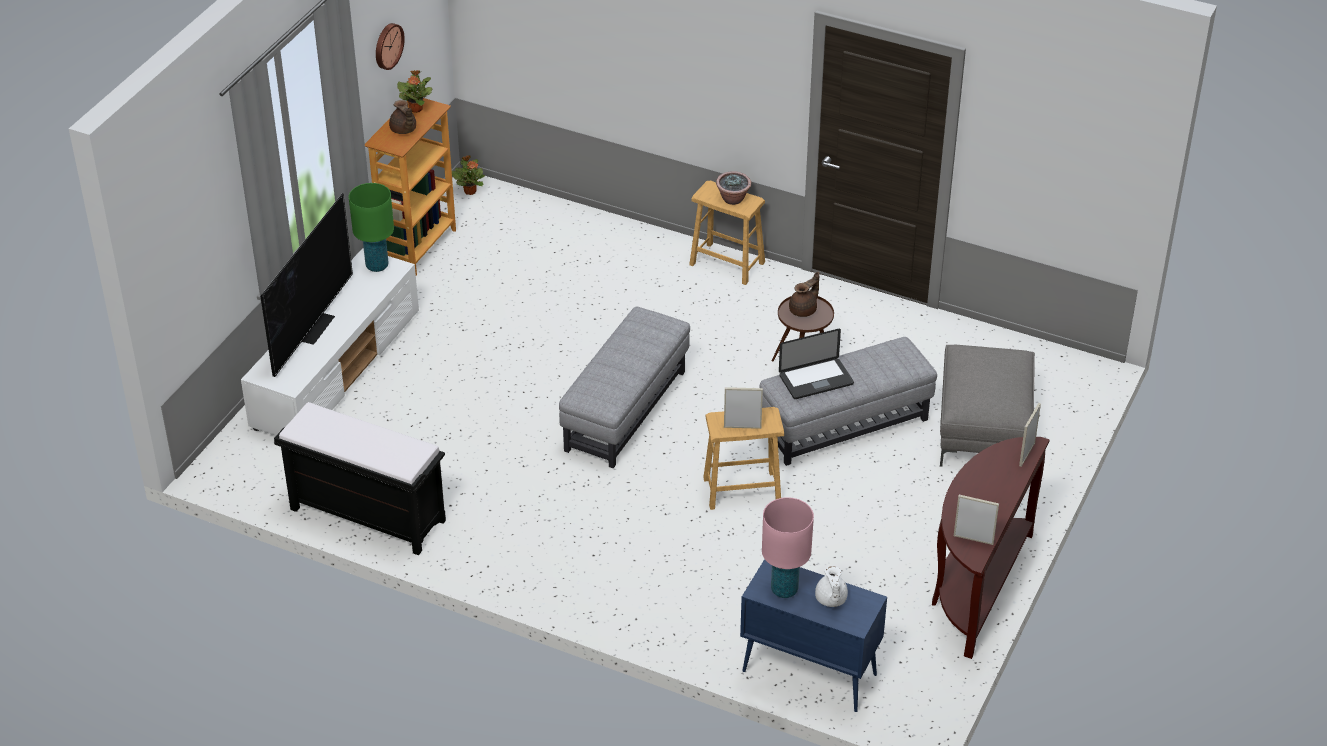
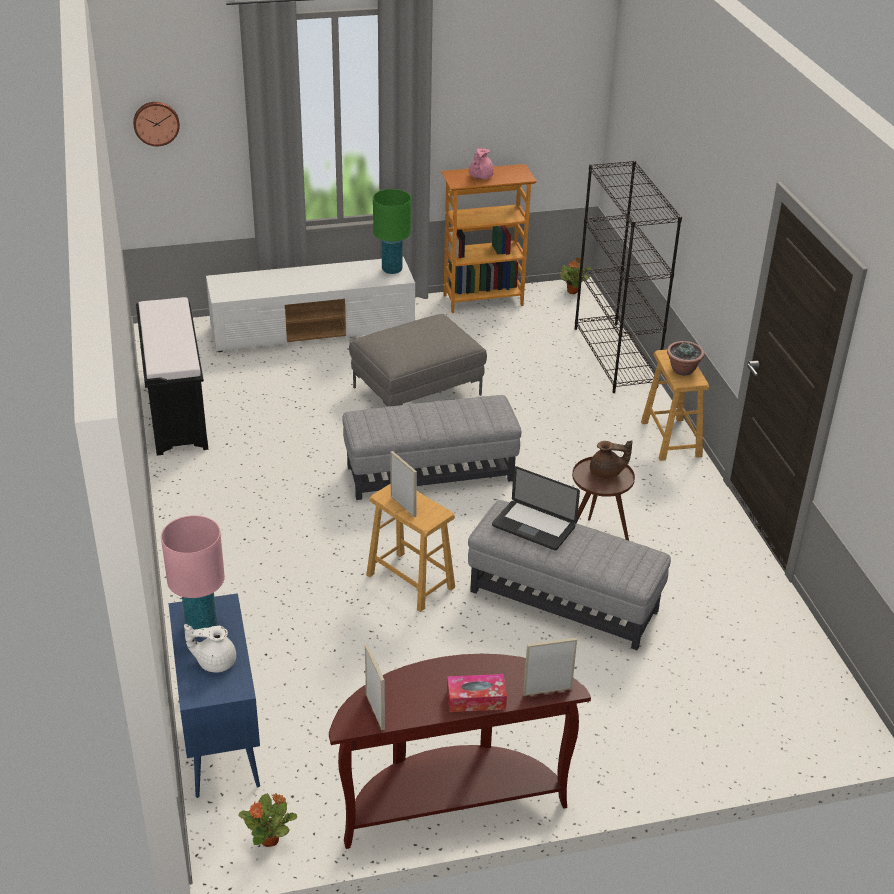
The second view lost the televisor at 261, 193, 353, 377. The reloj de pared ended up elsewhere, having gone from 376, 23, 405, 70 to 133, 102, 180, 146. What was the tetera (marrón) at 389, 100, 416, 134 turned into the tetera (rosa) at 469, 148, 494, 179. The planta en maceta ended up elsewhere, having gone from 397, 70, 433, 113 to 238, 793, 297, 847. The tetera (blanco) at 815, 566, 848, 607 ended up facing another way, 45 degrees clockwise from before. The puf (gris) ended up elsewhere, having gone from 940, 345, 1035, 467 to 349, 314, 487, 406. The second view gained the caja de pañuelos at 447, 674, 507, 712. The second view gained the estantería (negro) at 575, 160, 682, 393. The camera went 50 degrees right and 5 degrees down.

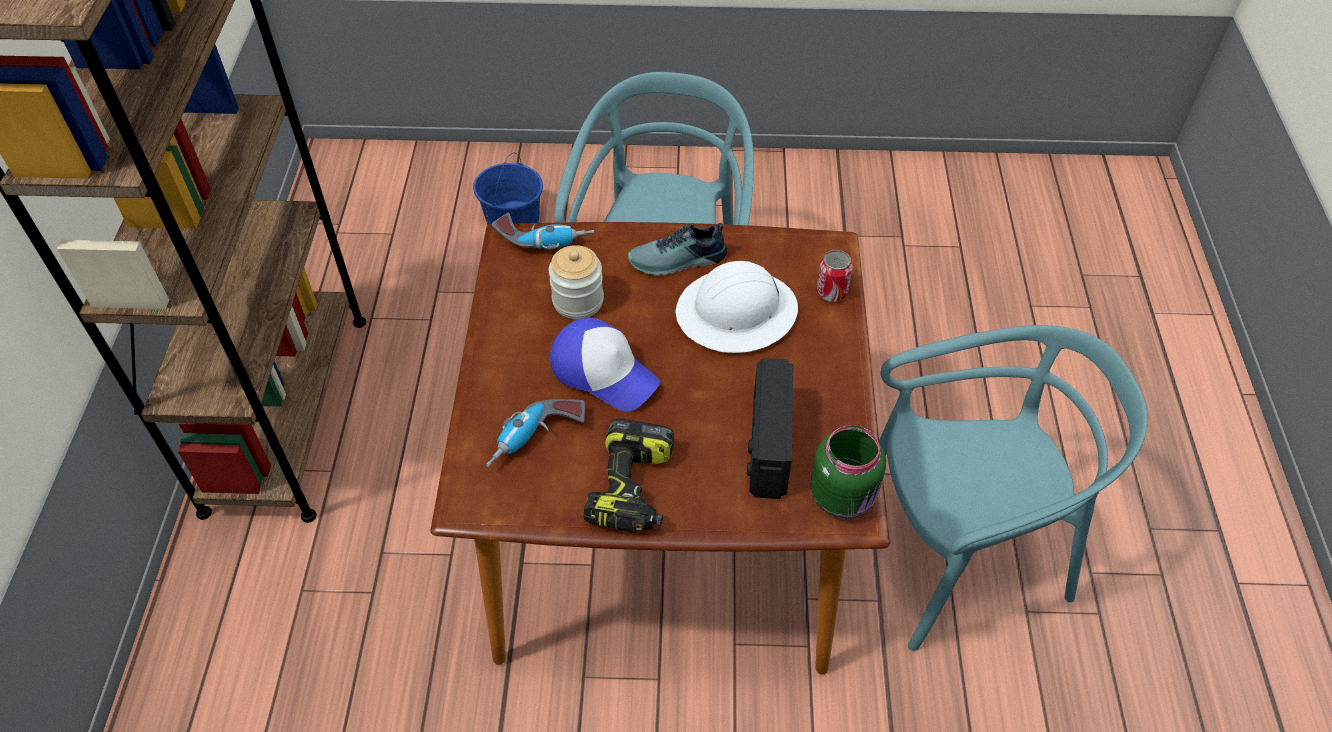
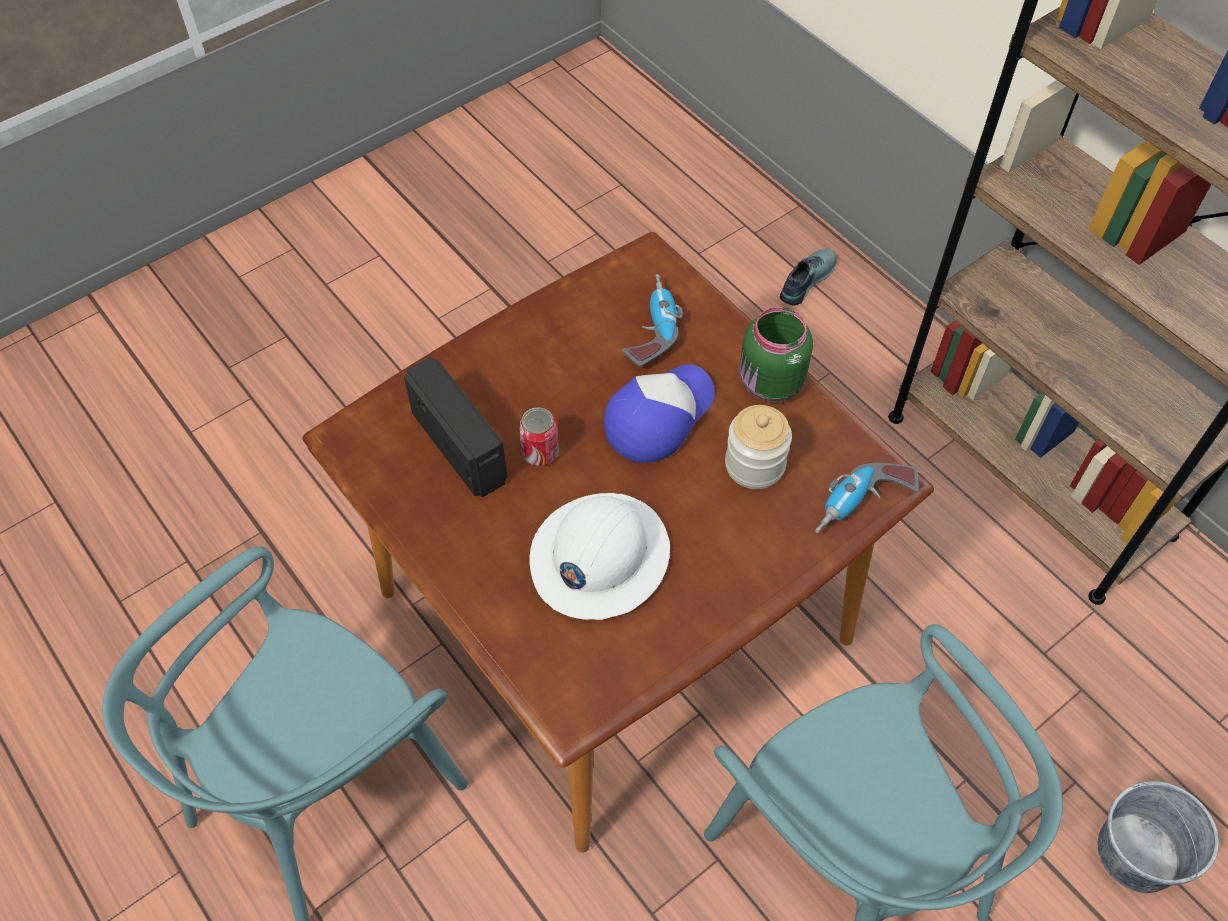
What was the cubo (azul) at 473, 153, 543, 225 turned into the cubo (gris) at 1097, 781, 1219, 893. The gorra at 550, 318, 660, 411 ended up facing another way, 135 degrees clockwise from before. The second view lost the taladro at 583, 418, 674, 533. The zapato ended up elsewhere, having gone from 628, 223, 727, 276 to 780, 249, 837, 306. The tarro (verde) ended up elsewhere, having gone from 810, 425, 886, 519 to 740, 307, 813, 402. The lata ended up elsewhere, having gone from 816, 250, 853, 302 to 519, 407, 559, 466. The camera went 140 degrees right and 5 degrees up.

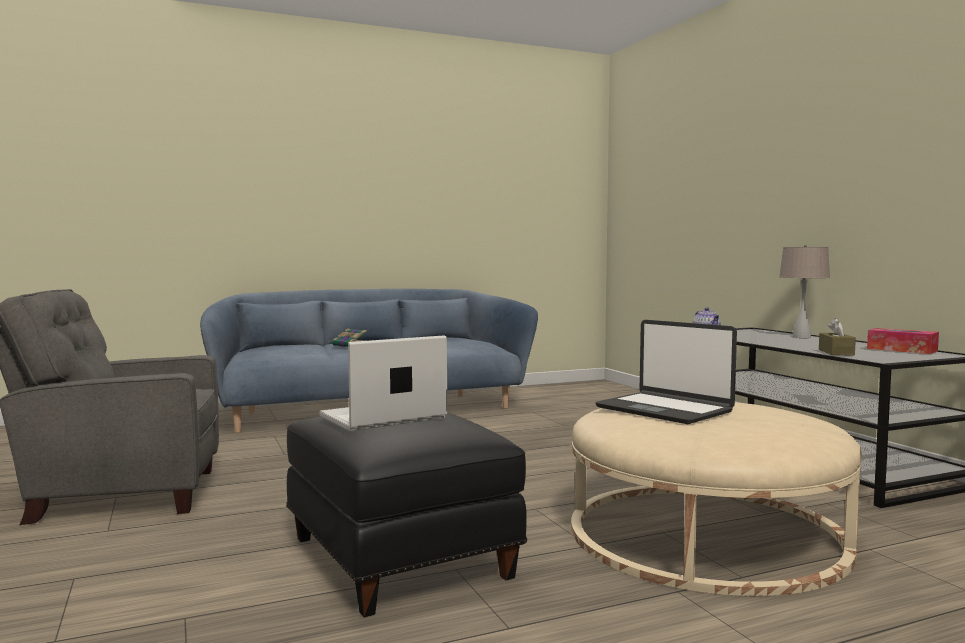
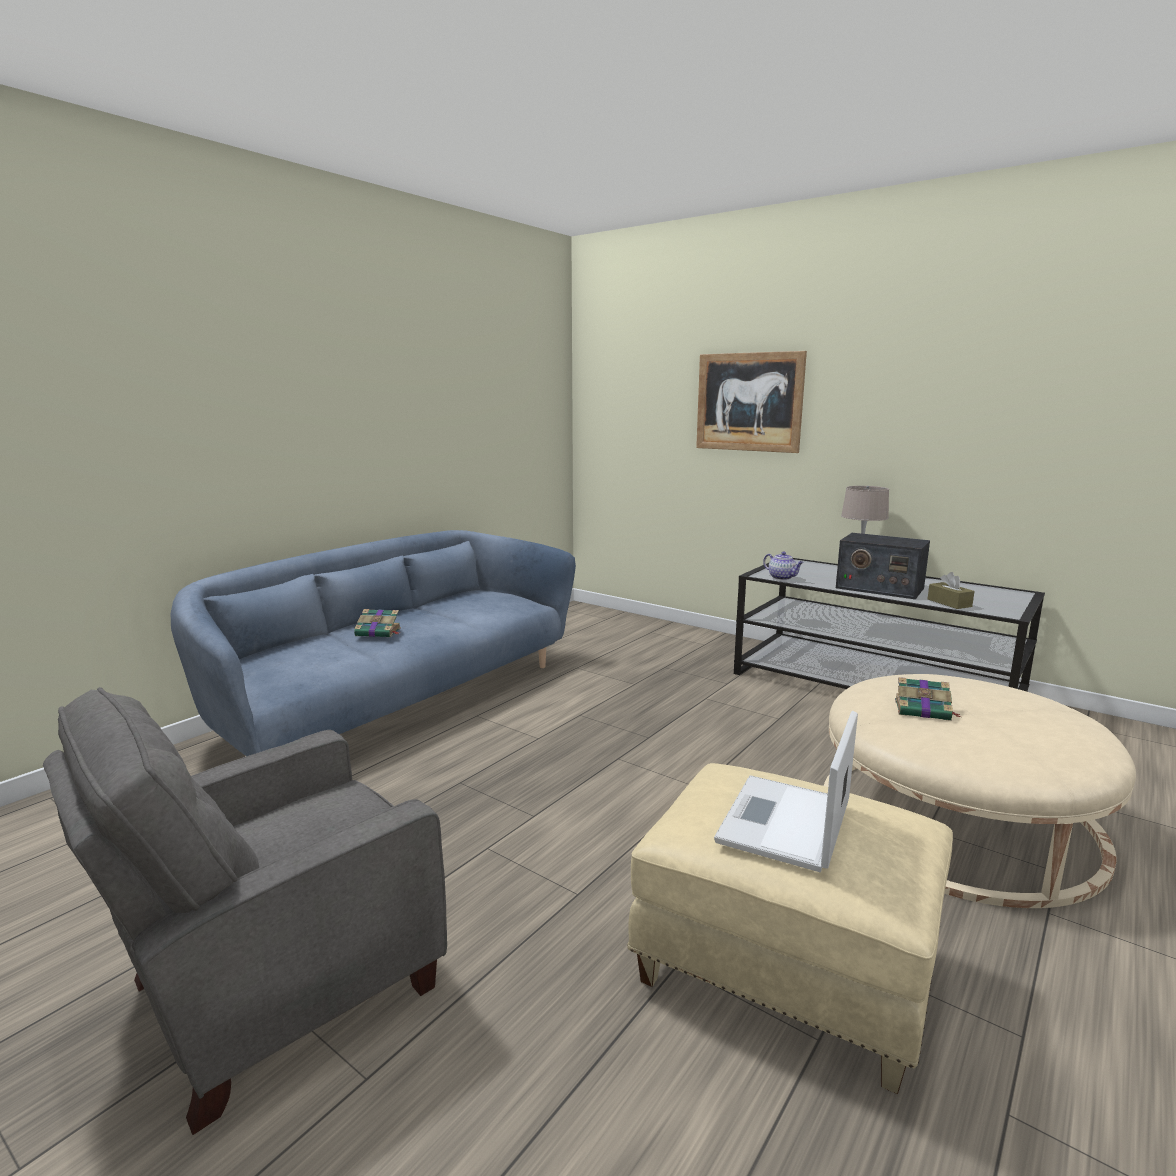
What was the puf (negro) at 286, 412, 527, 617 turned into the puf (beis) at 627, 763, 953, 1094. Where the portátil stood at 595, 320, 737, 424, the libro came to stand at 895, 677, 961, 721. The second view lost the caja de pañuelos at 867, 328, 939, 354. The second view gained the cuadro at 696, 351, 807, 453. The second view gained the radio at 836, 533, 930, 599. The camera went 30 degrees left and 10 degrees up.

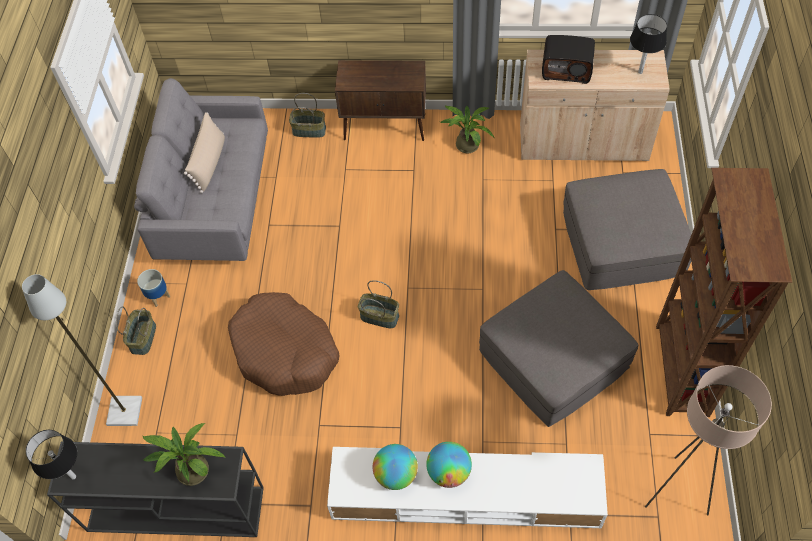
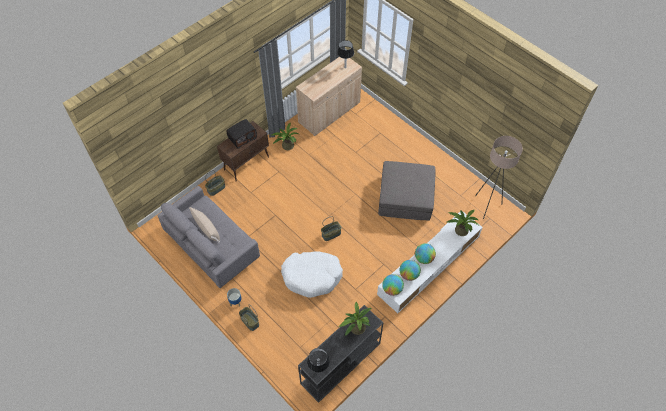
The second view lost the lámpara de pie (gris) at 22, 274, 142, 426. What was the cama para perro (marrón) at 228, 292, 340, 396 turned into the cama para perro (blanco) at 281, 251, 343, 298. The radio ended up elsewhere, having gone from 542, 35, 595, 84 to 227, 119, 257, 148. The second view lost the puf (gris) at 563, 169, 691, 290. The second view lost the estantería (marrón) at 656, 168, 792, 417. The second view gained the globo terráqueo at 382, 274, 404, 296. The second view gained the planta en maceta at 447, 210, 479, 236. The camera went 50 degrees left and 0 degrees up.

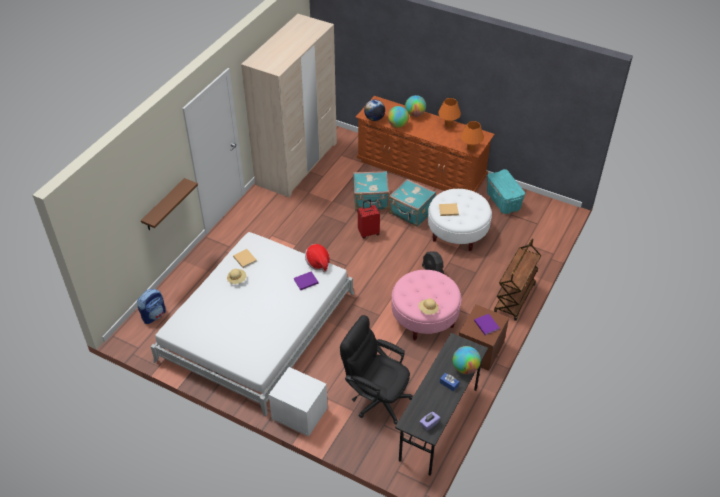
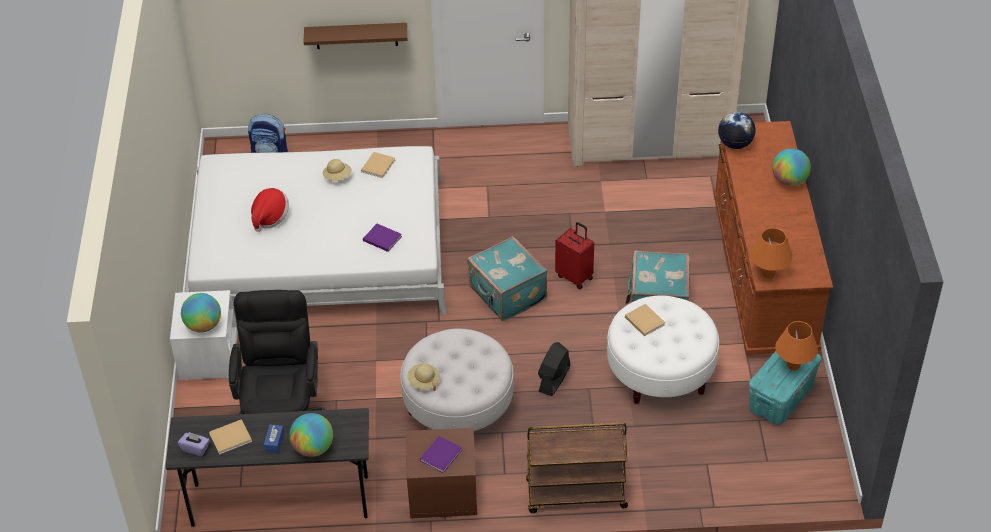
The sombrero ended up elsewhere, having gone from 305, 244, 330, 272 to 251, 188, 289, 232. The maleta (turquesa) ended up elsewhere, having gone from 353, 171, 389, 210 to 467, 236, 547, 321. The globo terráqueo ended up elsewhere, having gone from 388, 106, 409, 128 to 181, 293, 221, 332. What was the puf (rosa) at 391, 270, 461, 340 turned into the puf (blanco) at 400, 328, 514, 431. The lámpara de mesa (naranja) ended up elsewhere, having gone from 438, 98, 461, 127 to 775, 321, 818, 370. The second view gained the libro (beis) at 209, 419, 252, 455. The camera went 60 degrees right and 0 degrees up.

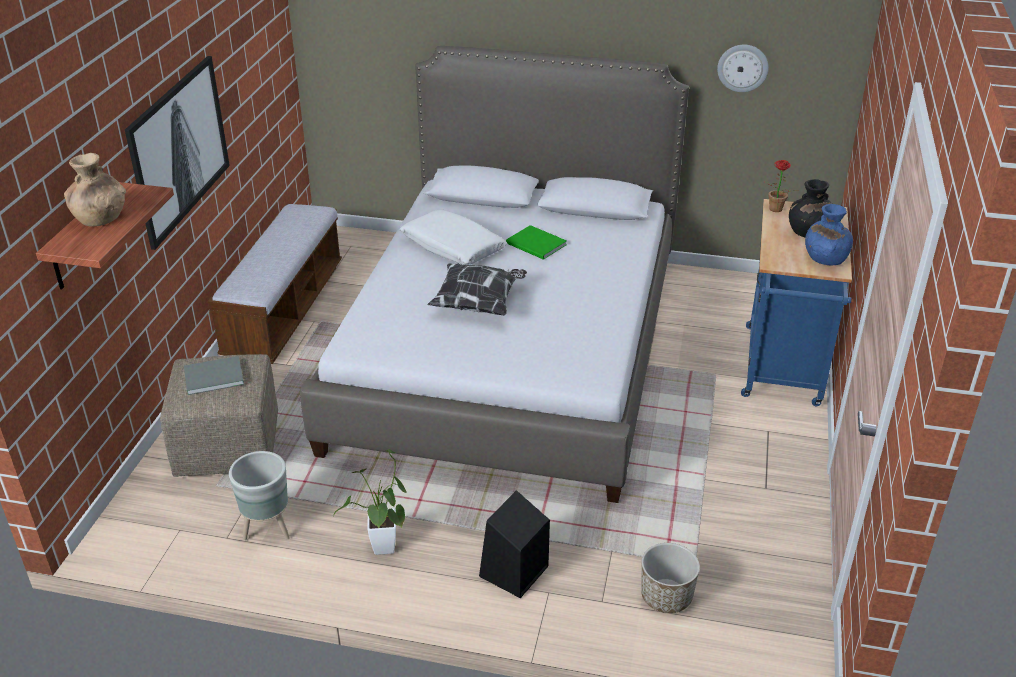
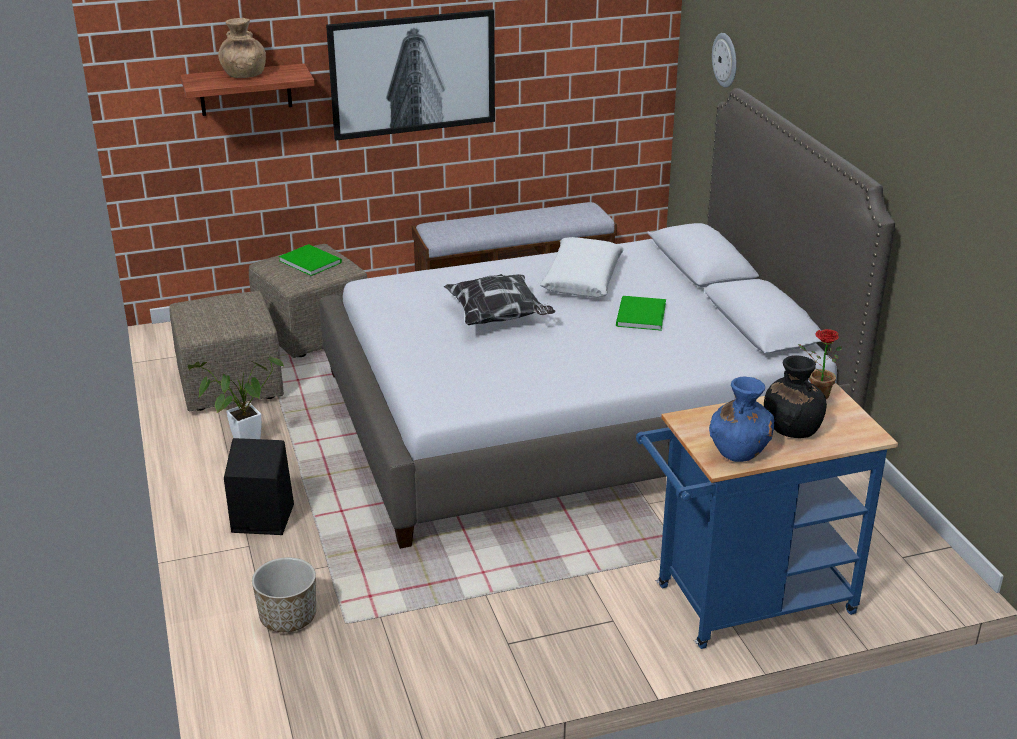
What was the libro (gris) at 184, 356, 244, 395 turned into the libro (verde) at 279, 244, 342, 276. Where the maceta (gris) stood at 229, 451, 290, 540, the puf (beis) came to stand at 169, 291, 284, 411. The reloj de pared ended up elsewhere, having gone from 717, 45, 769, 92 to 712, 33, 737, 88. The camera went 60 degrees right and 5 degrees down.

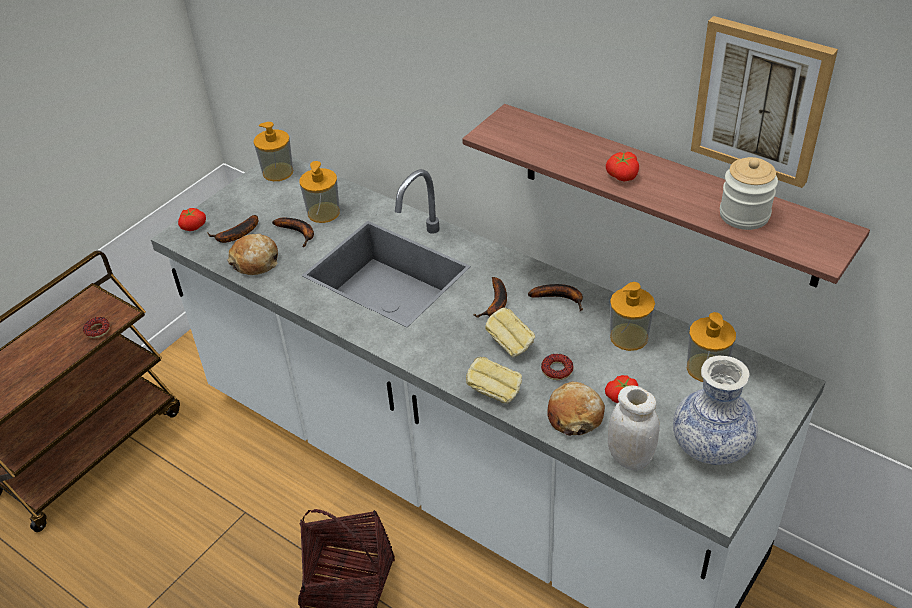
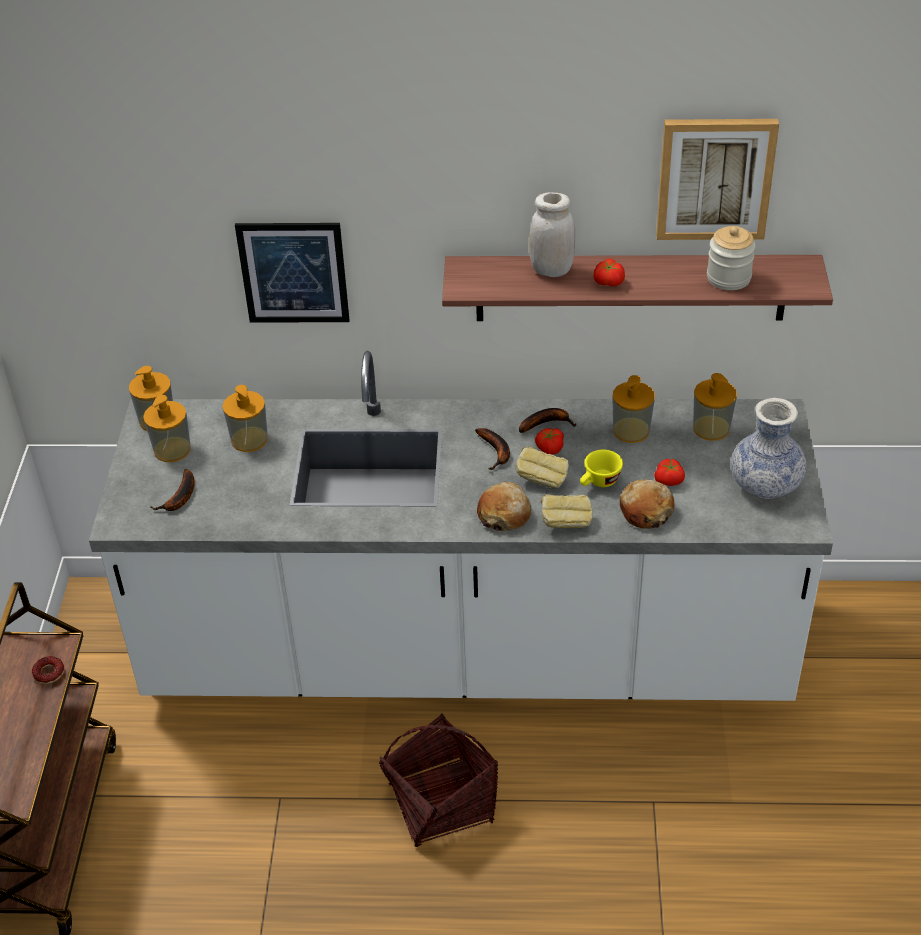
The tomate ended up elsewhere, having gone from 178, 208, 206, 231 to 535, 428, 564, 454. The pan ended up elsewhere, having gone from 228, 234, 278, 275 to 477, 482, 531, 531. The second view lost the plátano at 272, 218, 314, 247. Where the rosquilla stood at 541, 354, 574, 380, the taza (amarillo) came to stand at 580, 450, 623, 487. The tarro (blanco) ended up elsewhere, having gone from 608, 386, 660, 471 to 529, 192, 575, 277. The second view gained the dispensador de jabón at 143, 395, 191, 462. The second view gained the cuadro at 235, 223, 350, 322. The camera went 35 degrees left and 0 degrees up.

